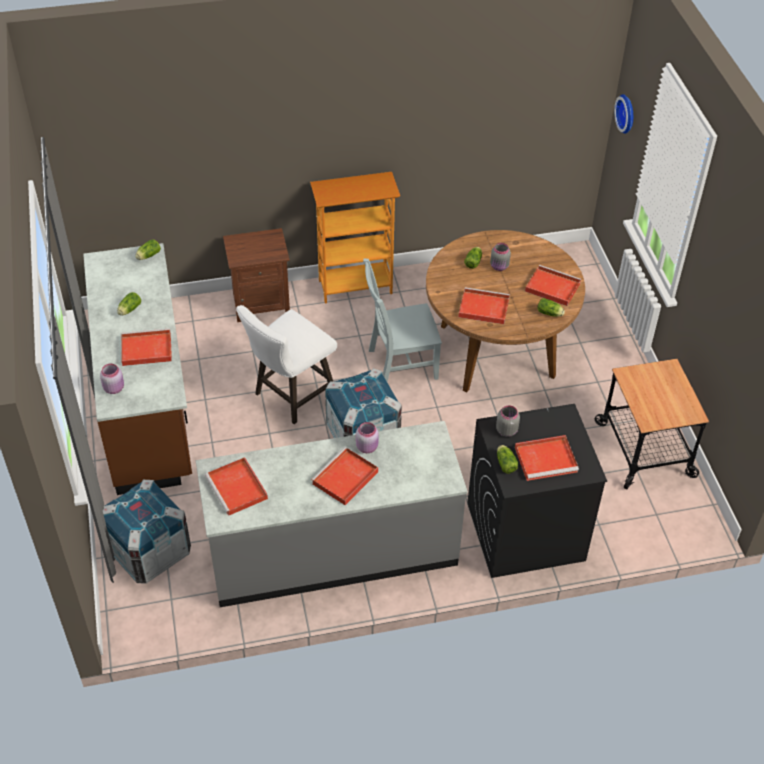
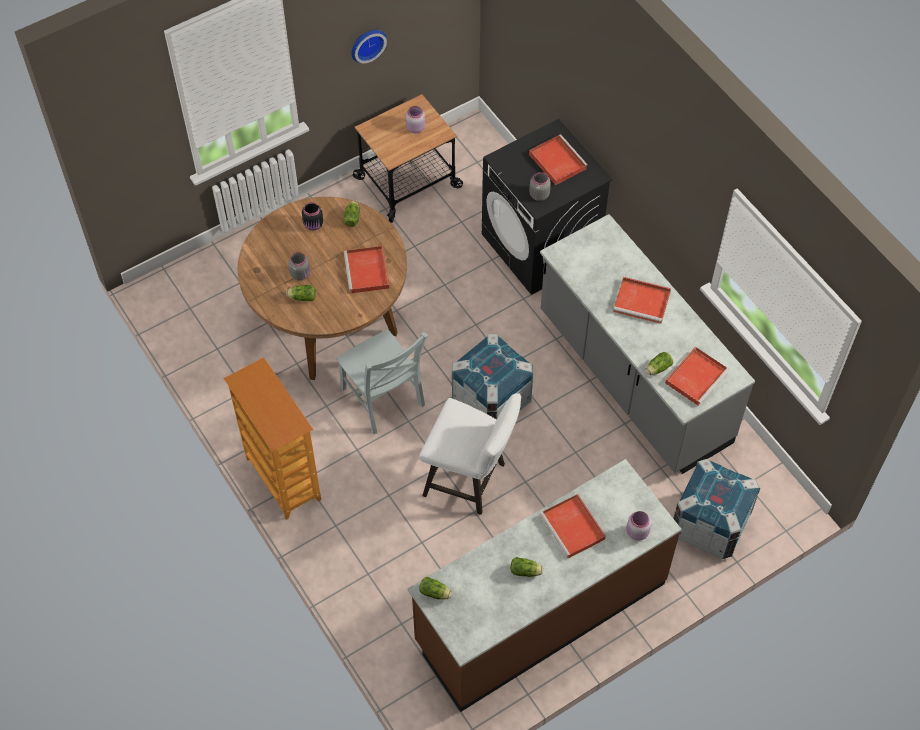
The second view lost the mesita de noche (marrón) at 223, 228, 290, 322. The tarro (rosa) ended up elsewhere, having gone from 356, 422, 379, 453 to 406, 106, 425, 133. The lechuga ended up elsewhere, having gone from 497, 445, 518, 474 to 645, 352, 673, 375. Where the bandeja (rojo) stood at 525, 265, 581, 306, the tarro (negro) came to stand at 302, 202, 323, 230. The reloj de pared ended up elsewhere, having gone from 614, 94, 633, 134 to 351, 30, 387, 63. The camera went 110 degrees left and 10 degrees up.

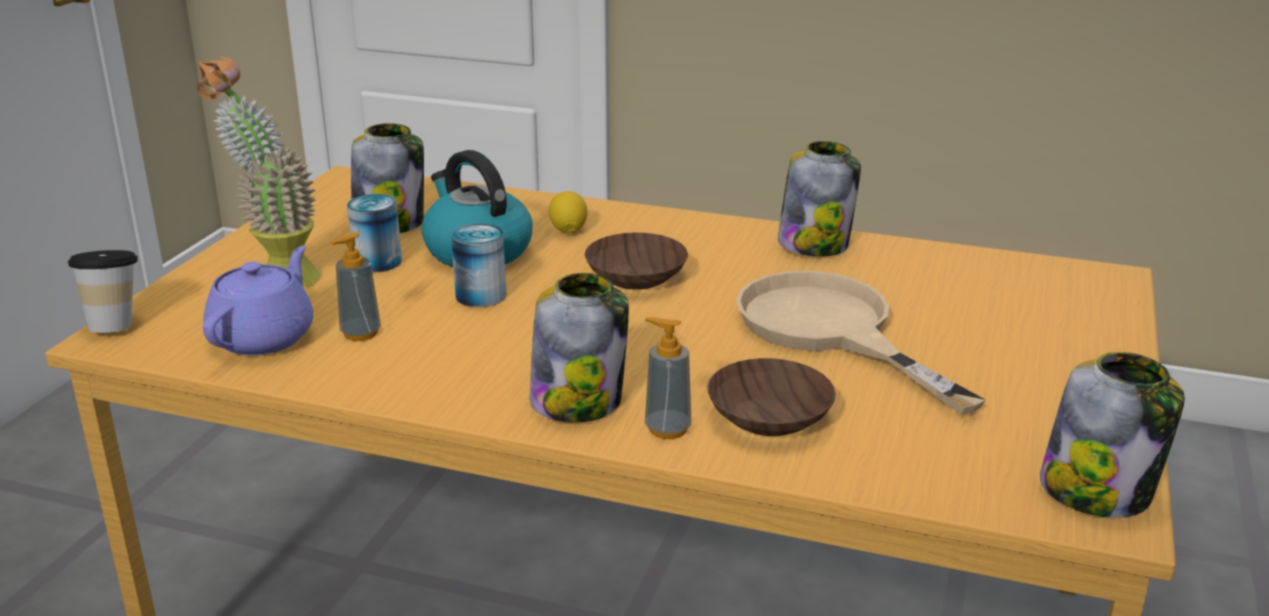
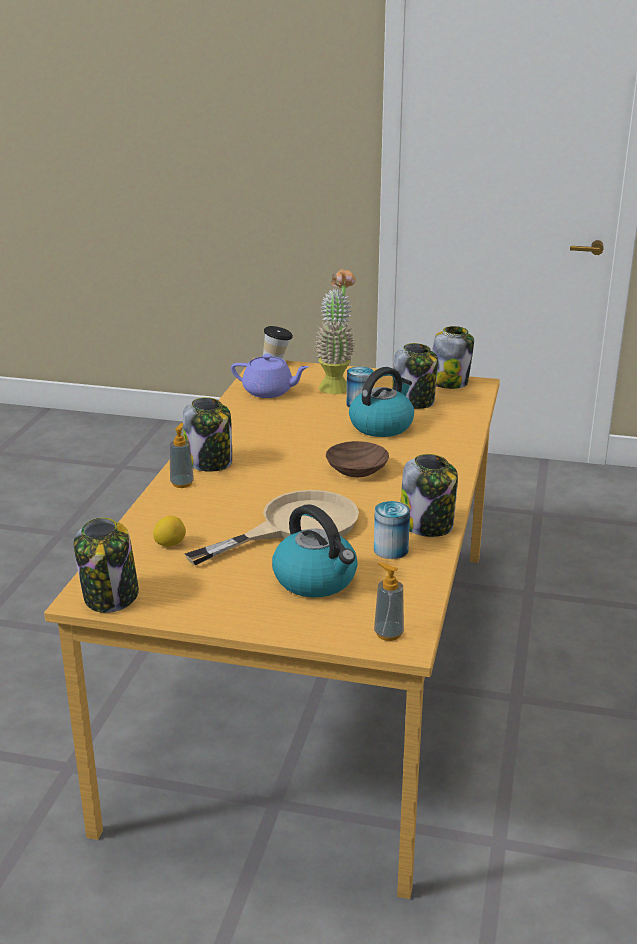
The dispensador de jabón ended up elsewhere, having gone from 331, 232, 381, 341 to 374, 562, 404, 641. The lata ended up elsewhere, having gone from 451, 224, 506, 307 to 374, 501, 410, 559. The limón ended up elsewhere, having gone from 548, 191, 588, 233 to 153, 516, 186, 547. The second view lost the cuenco (marrón) at 707, 358, 836, 436. The second view gained the hervidor at 272, 504, 358, 597. The second view gained the tarro at 432, 326, 474, 389. The camera went 85 degrees right and 0 degrees up.

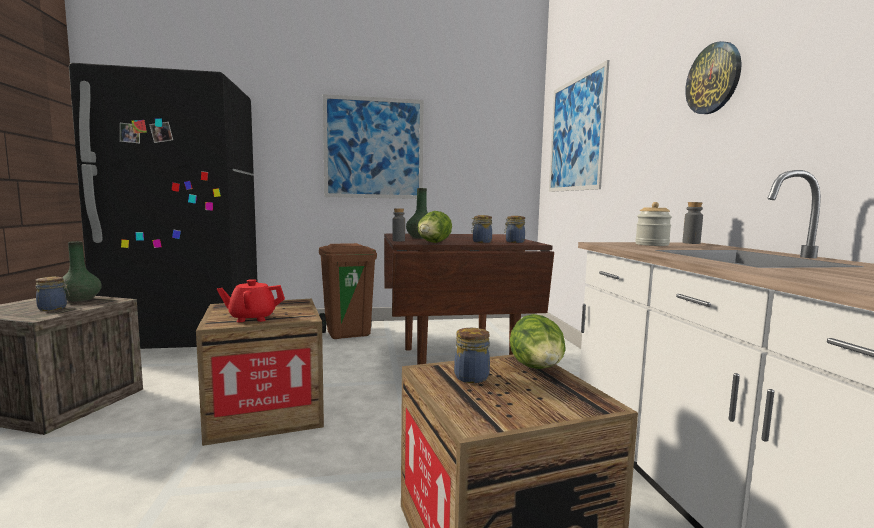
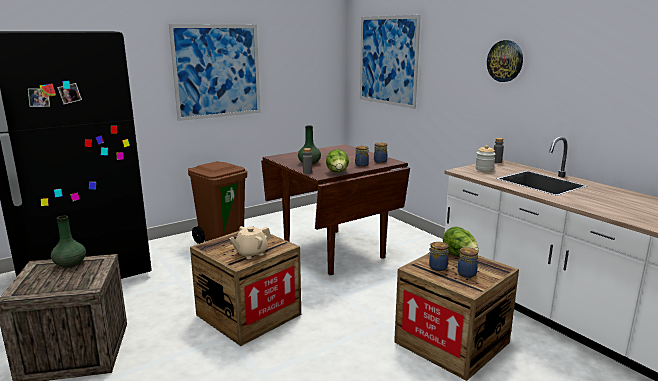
The tarro ended up elsewhere, having gone from 35, 277, 69, 311 to 457, 247, 478, 278. What was the tetera (rojo) at 217, 279, 285, 322 turned into the tetera (beis) at 229, 226, 271, 259. The camera went 25 degrees left and 10 degrees up.

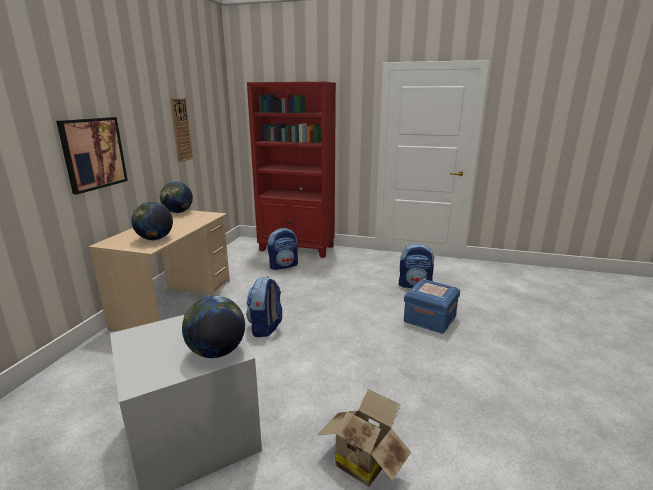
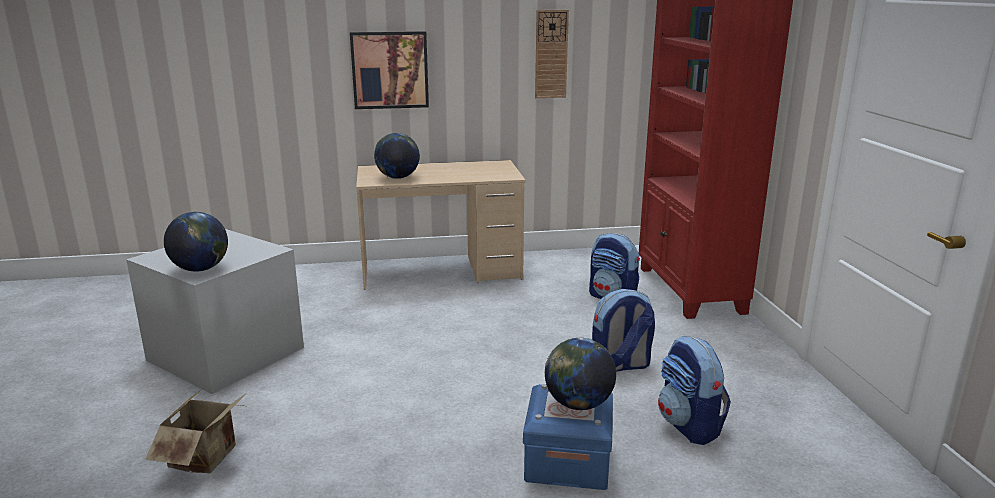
The globo terráqueo ended up elsewhere, having gone from 160, 182, 193, 213 to 545, 337, 616, 410. The mochila ended up elsewhere, having gone from 246, 276, 282, 337 to 592, 289, 655, 372. The camera went 65 degrees right and 0 degrees up.

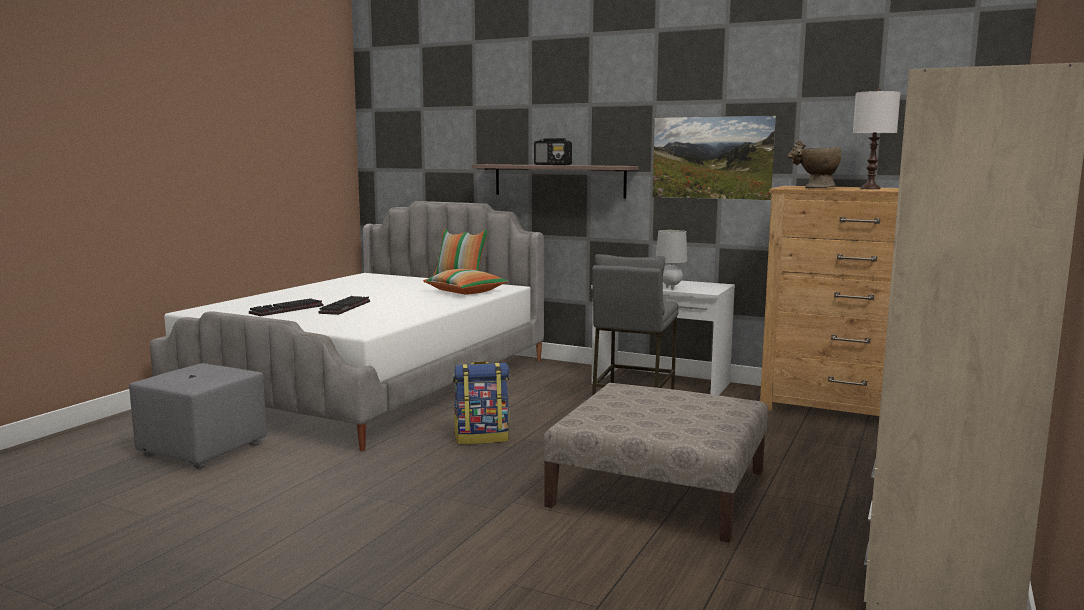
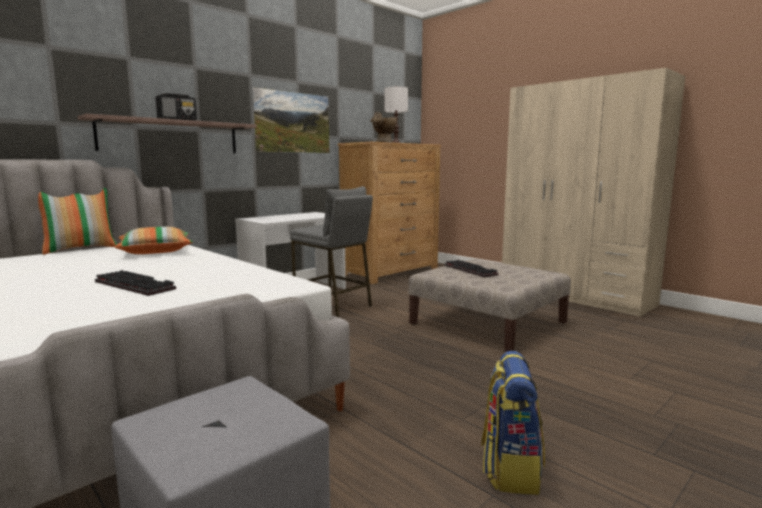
The teclado ended up elsewhere, having gone from 249, 298, 323, 316 to 445, 260, 498, 277. The mochila ended up elsewhere, having gone from 453, 361, 509, 445 to 481, 351, 545, 495. The second view lost the lámpara de mesa (gris) at 656, 230, 687, 290. The camera went 70 degrees left and 0 degrees up.

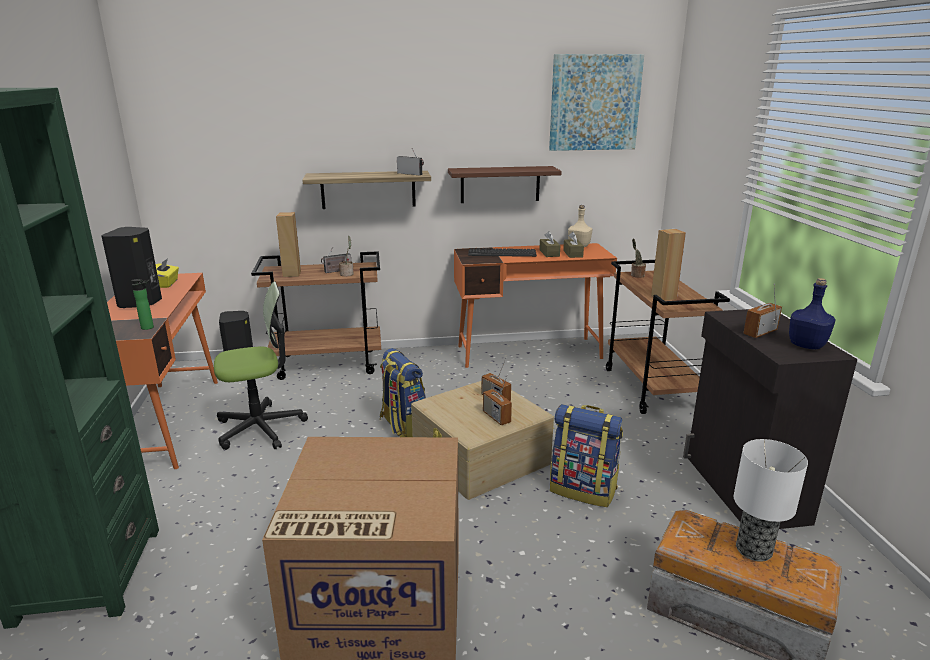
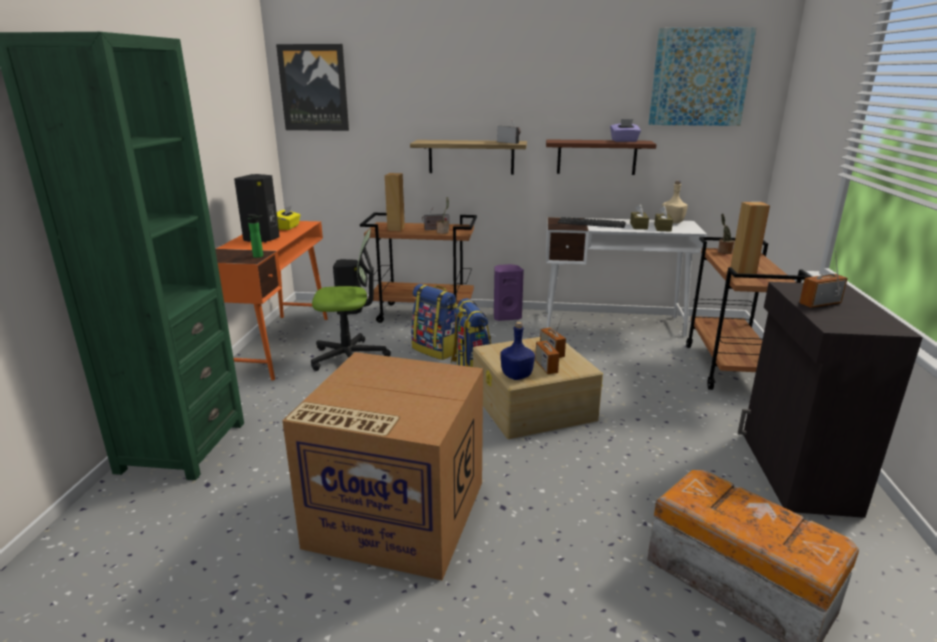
What was the escritorio (naranja) at 454, 243, 617, 368 turned into the escritorio (blanco) at 546, 217, 707, 337. The mochila ended up elsewhere, having gone from 550, 404, 623, 507 to 411, 284, 458, 360. The second view lost the lámpara de mesa at 734, 439, 808, 562. The botella (azul) ended up elsewhere, having gone from 789, 278, 836, 350 to 500, 322, 535, 380. The second view gained the cuadro at 276, 44, 349, 131. The second view gained the altavoz (morado) at 494, 264, 524, 321. The second view gained the caja de pañuelos (morado) at 610, 119, 641, 142. The camera went 15 degrees right and 0 degrees up.

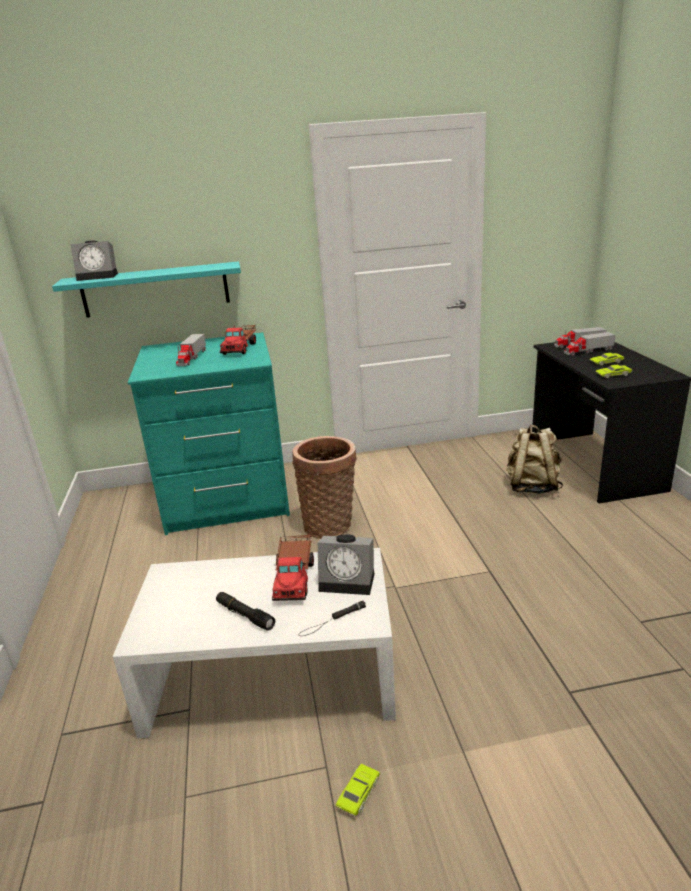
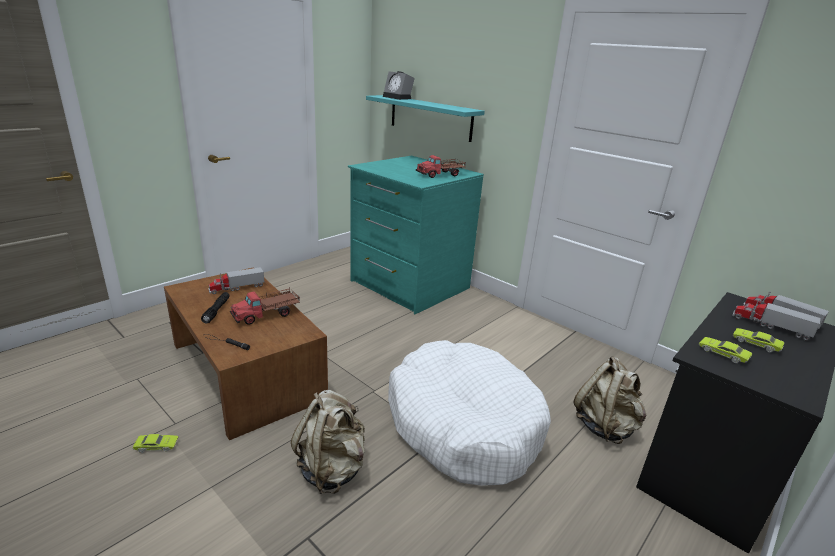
What was the mesa de centro (blanco) at 113, 548, 396, 738 turned into the mesa de centro (marrón) at 164, 267, 328, 440. The camión de juguete ended up elsewhere, having gone from 176, 334, 206, 366 to 209, 267, 264, 294. The second view lost the cesta at 292, 436, 357, 539. The second view lost the despertador at 318, 534, 375, 595. The second view gained the mochila (beis) at 291, 390, 365, 494. The second view gained the cama para perro (blanco) at 388, 340, 551, 486. The camera went 50 degrees right and 0 degrees up.

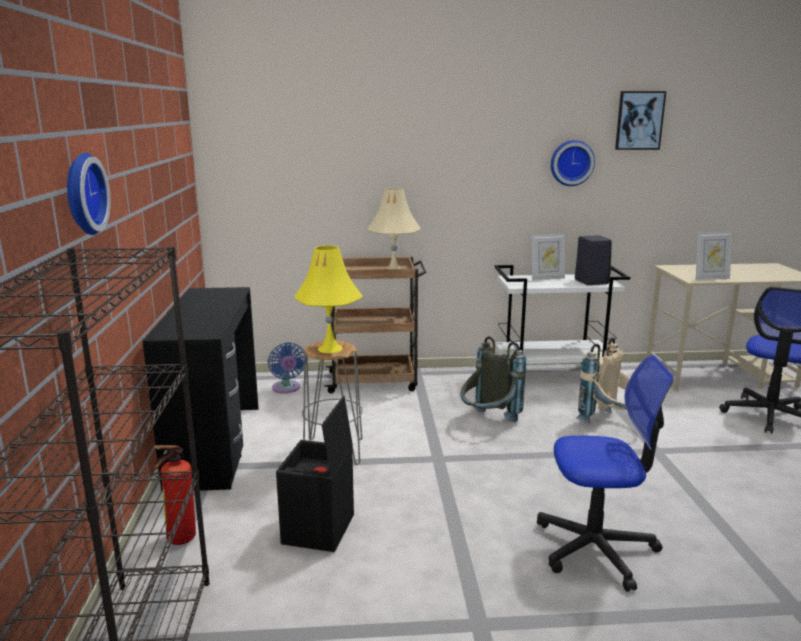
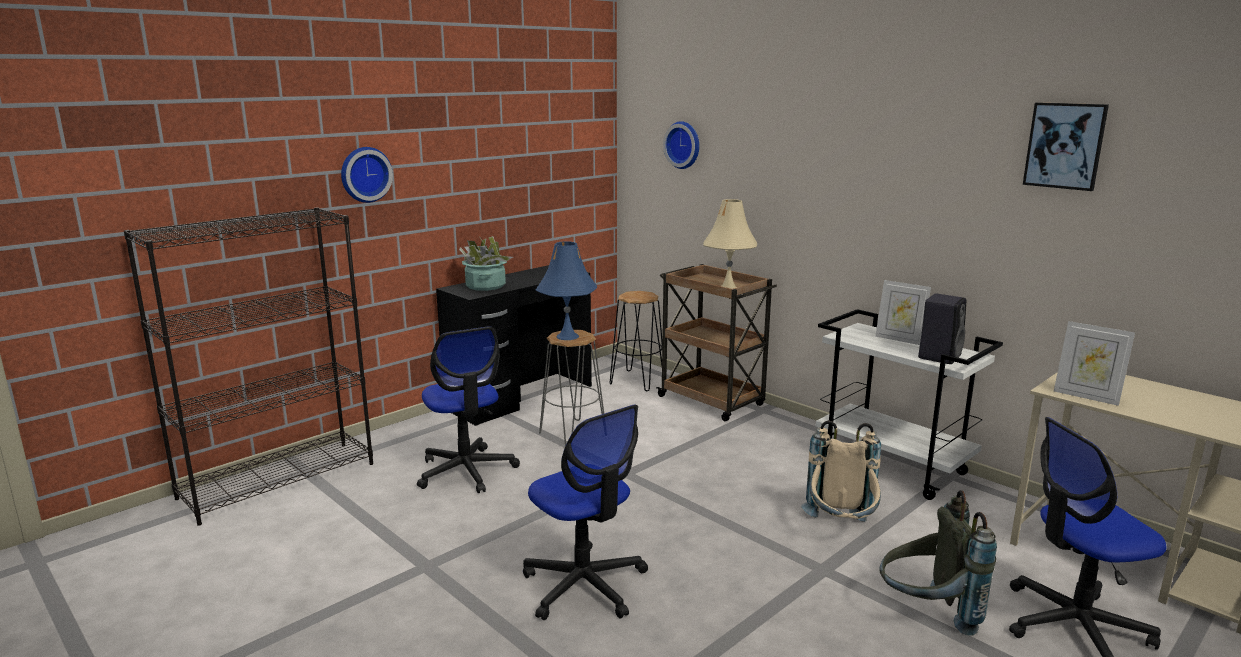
The second view lost the extintor at 152, 445, 196, 545. Where the ventilador (azul) stood at 268, 342, 305, 393, the taburete (negro) came to stand at 610, 291, 662, 391. Where the caja de almacenaje (negro) stood at 276, 396, 354, 552, the silla de oficina came to stand at 417, 326, 520, 493. What was the lámpara de mesa (amarillo) at 294, 245, 363, 353 turned into the lámpara de mesa (azul) at 536, 241, 598, 340. The mochila (gris) ended up elsewhere, having gone from 460, 336, 526, 422 to 879, 490, 997, 636. The reloj de pared ended up elsewhere, having gone from 551, 140, 595, 186 to 663, 121, 699, 169. The second view gained the planta en maceta at 459, 236, 513, 291. The camera went 50 degrees right and 0 degrees up.

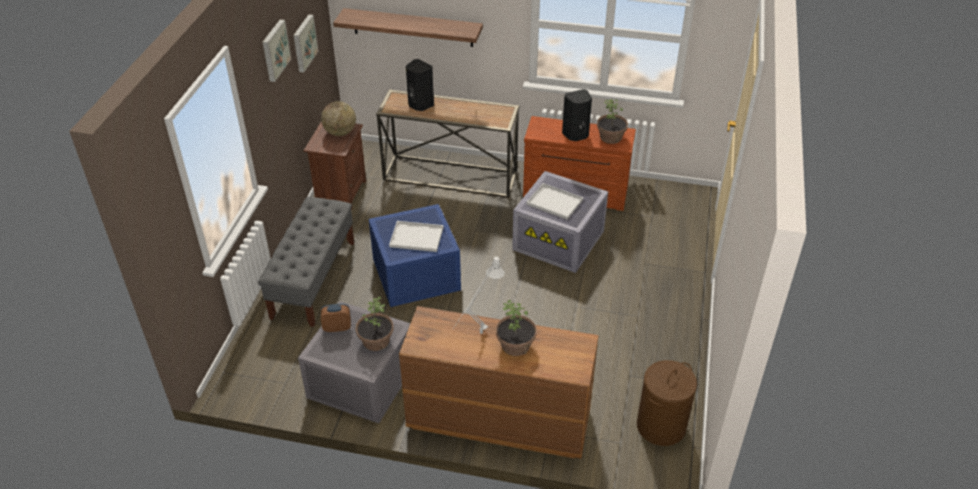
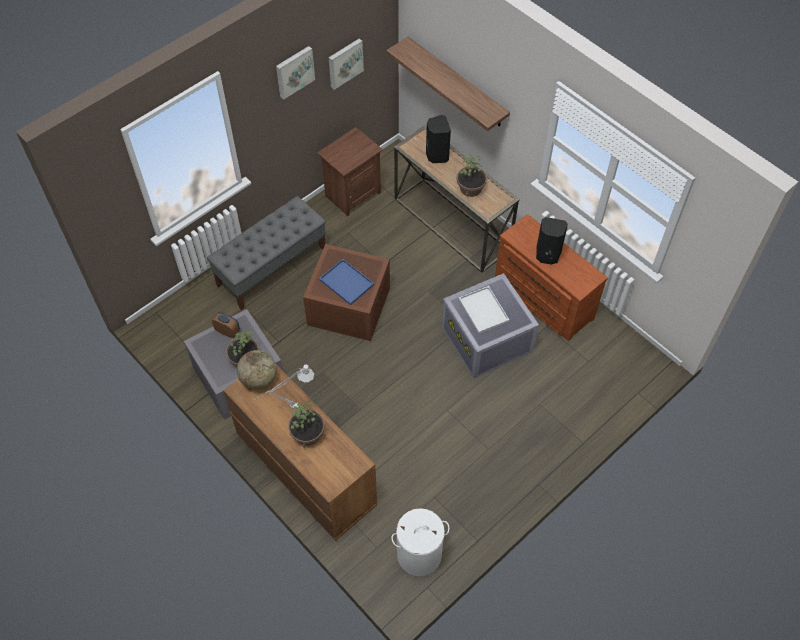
The globo terráqueo ended up elsewhere, having gone from 321, 101, 356, 136 to 237, 350, 277, 390. What was the caja de almacenaje (azul) at 369, 204, 461, 307 turned into the caja de almacenaje (marrón) at 303, 244, 390, 341. What was the bandeja (blanco) at 389, 221, 443, 252 turned into the bandeja (azul) at 319, 259, 374, 305. The planta en maceta ended up elsewhere, having gone from 597, 99, 628, 144 to 457, 154, 487, 197. What was the cesto de la ropa (marrón) at 637, 360, 697, 446 turned into the cesto de la ropa (blanco) at 391, 508, 449, 576. The camera went 35 degrees right and 15 degrees up.

